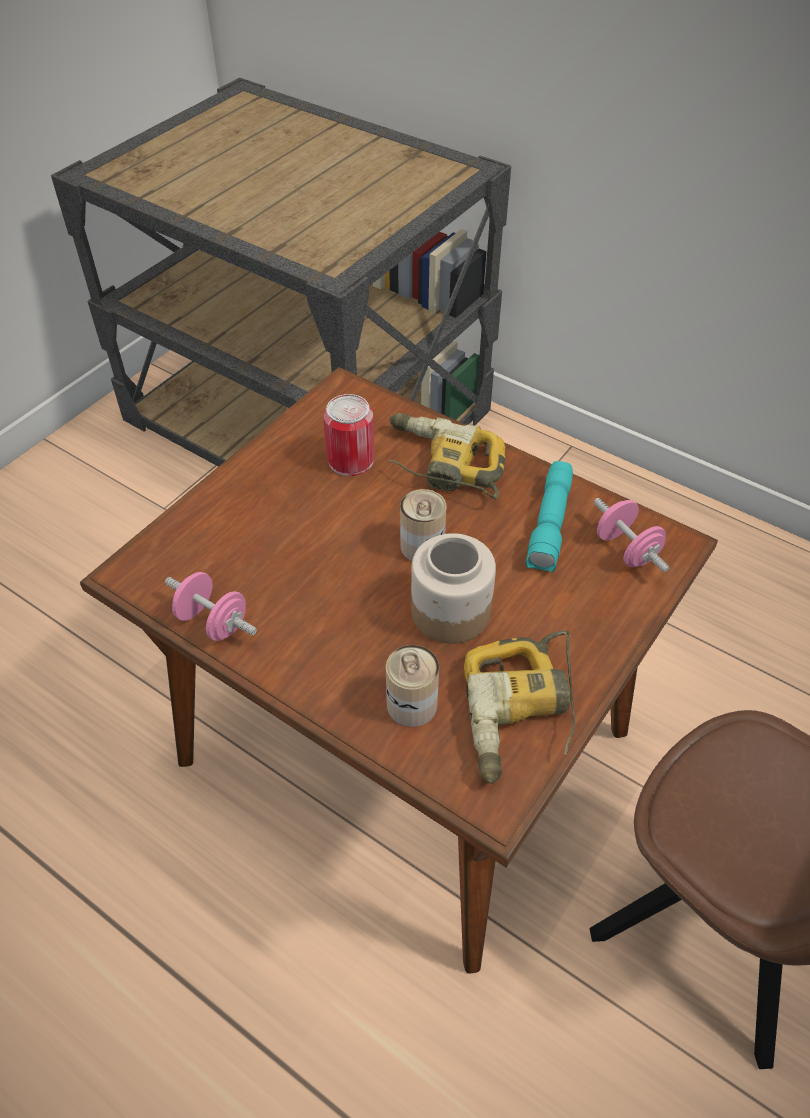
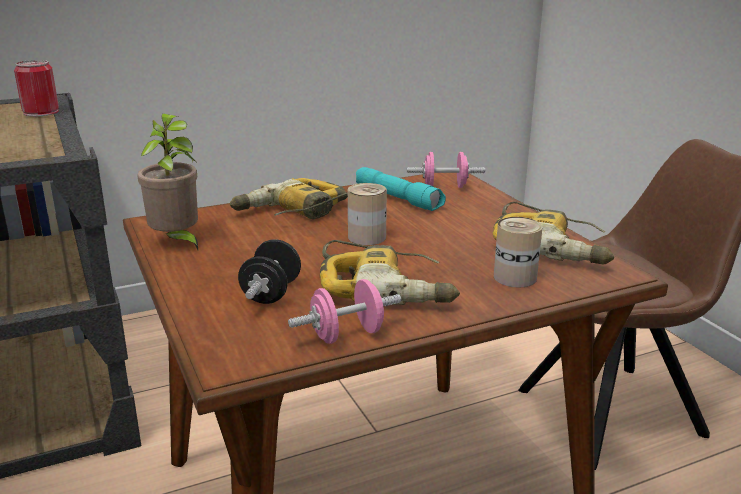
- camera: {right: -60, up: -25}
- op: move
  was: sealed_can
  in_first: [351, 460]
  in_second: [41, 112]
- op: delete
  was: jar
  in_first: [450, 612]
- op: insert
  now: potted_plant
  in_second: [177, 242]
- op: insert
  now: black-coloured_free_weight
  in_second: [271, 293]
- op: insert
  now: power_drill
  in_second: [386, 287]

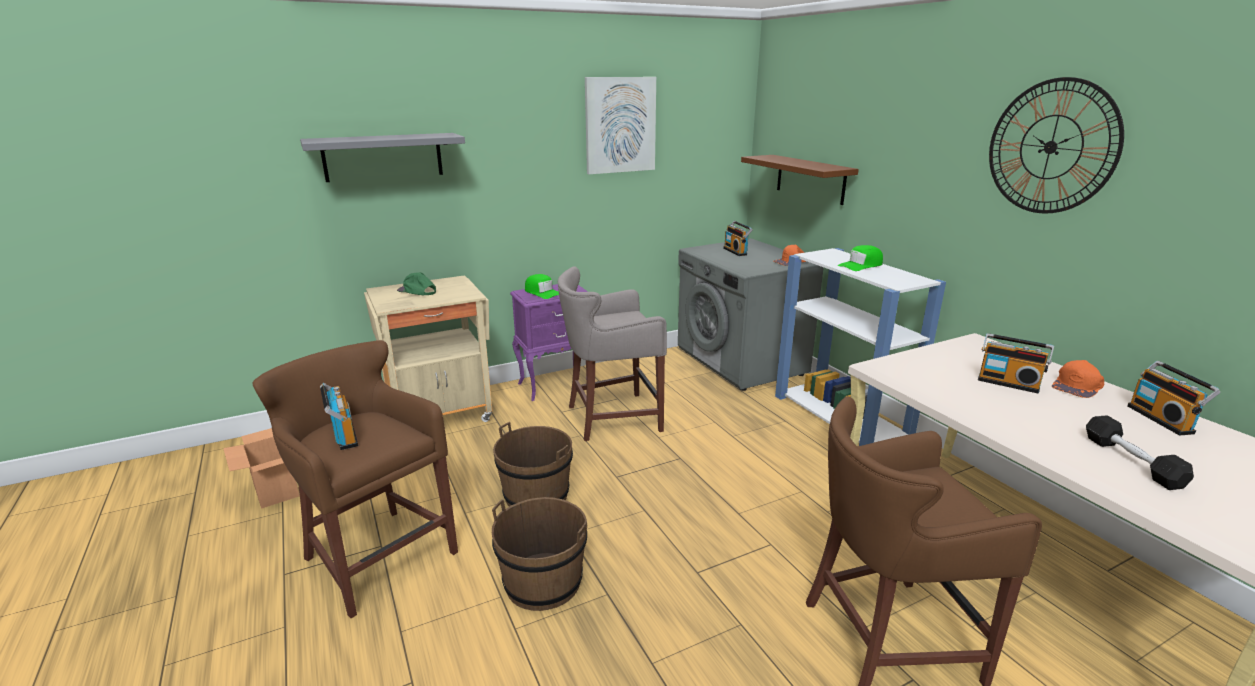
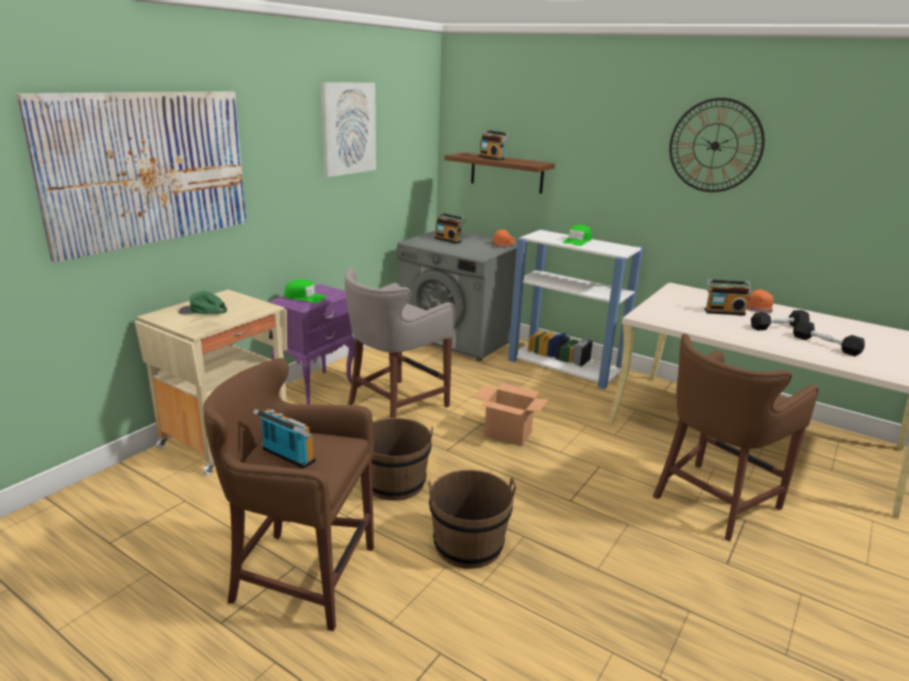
- camera: {right: -30, up: 0}
- op: replace
  was: greyish_shelf
  now: picture
  in_first: [383, 157]
  in_second: [148, 169]
- op: move
  was: radio_set
  in_first: [1162, 419]
  in_second: [492, 158]
- op: move
  was: carton
  in_first: [276, 490]
  in_second: [507, 434]
- op: insert
  now: black-coloured_free_weight
  in_second: [778, 327]

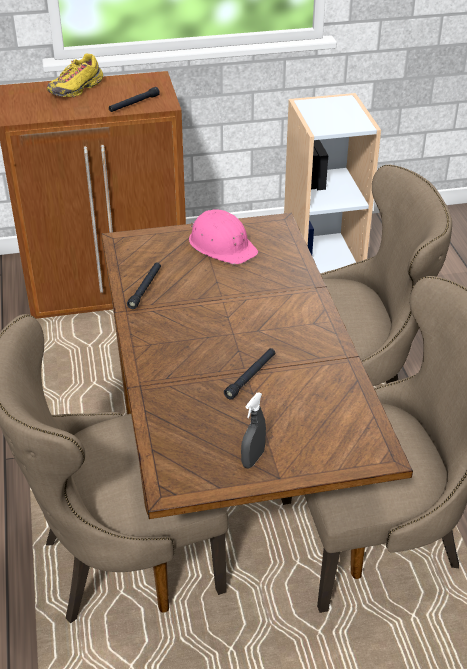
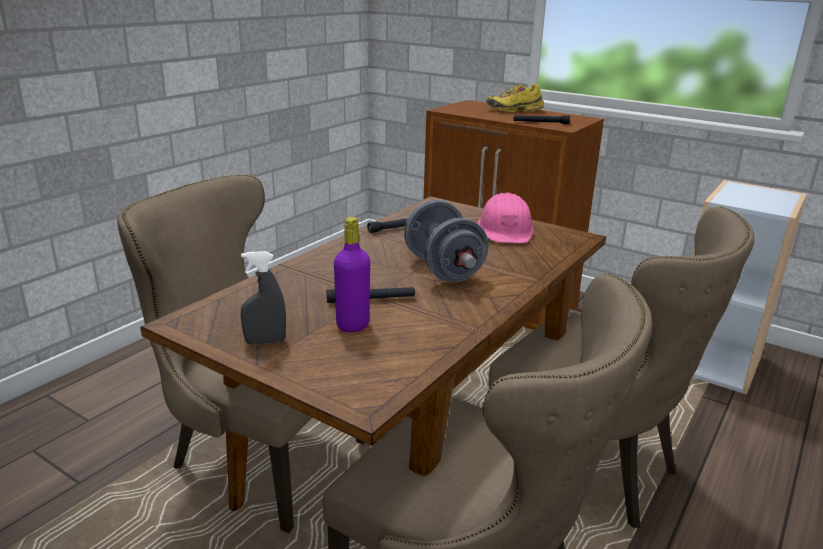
- camera: {right: 45, up: -15}
- op: insert
  now: greyish_free_weight
  in_second: [443, 269]
- op: insert
  now: purplish_drink_bottle
  in_second: [352, 325]

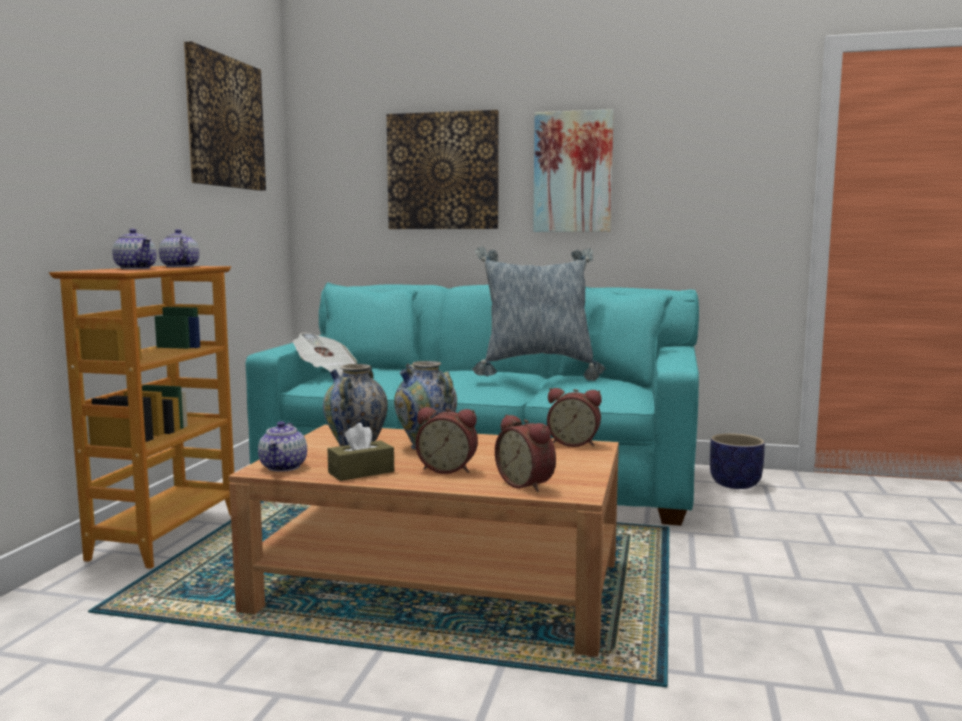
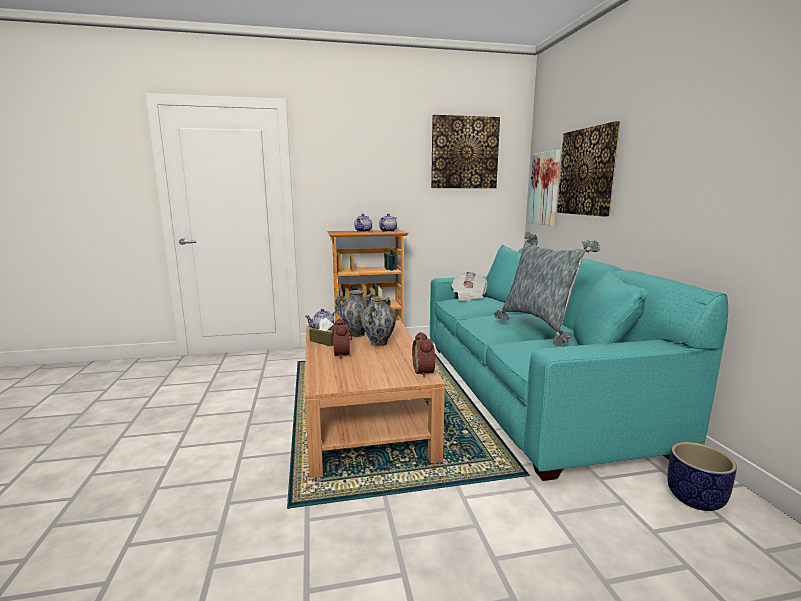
- camera: {right: 65, up: 5}
- op: move
  was: picture
  in_first: [573, 172]
  in_second: [545, 188]
- op: delete
  was: bedside_clock
  in_first: [527, 484]

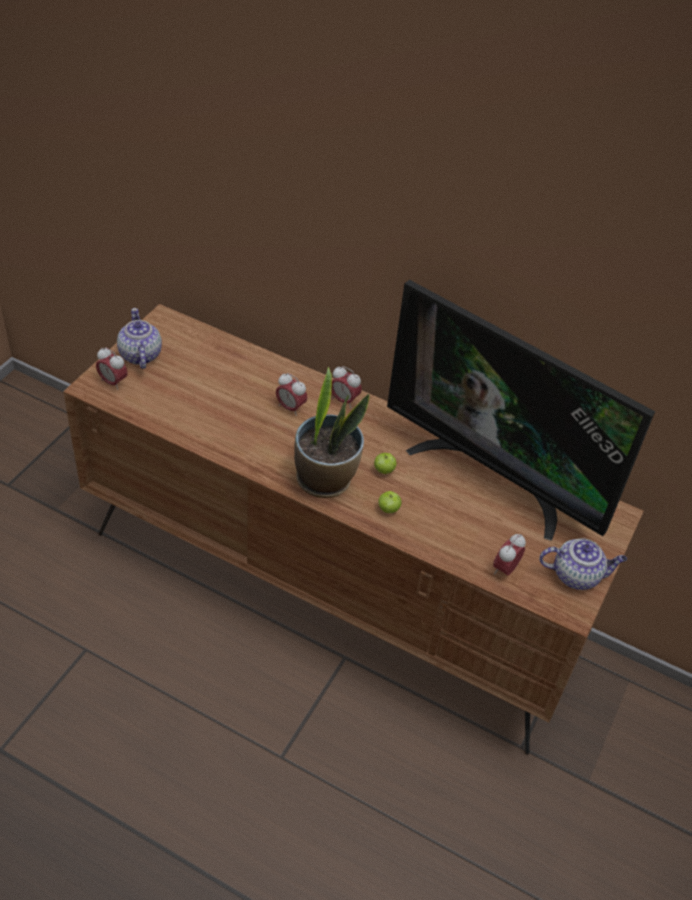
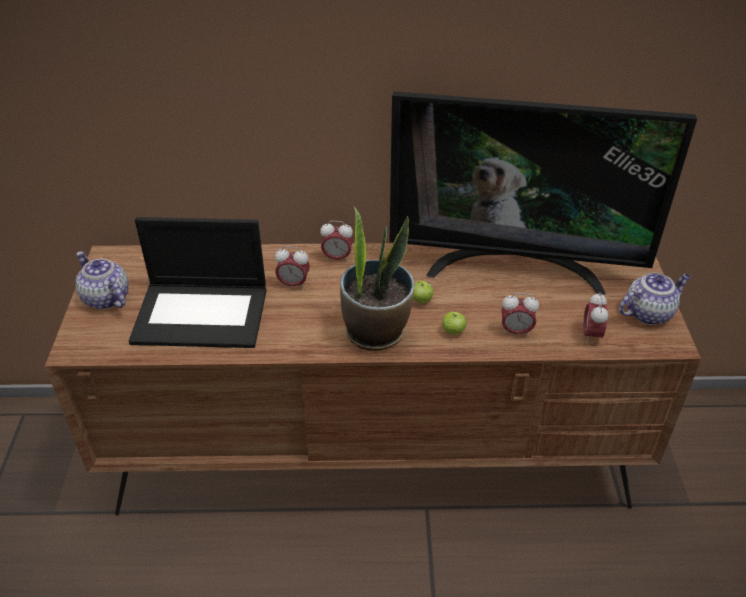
- camera: {right: -25, up: -5}
- op: move
  was: bedside_clock
  in_first: [113, 382]
  in_second: [516, 331]
- op: insert
  now: laptop
  in_second: [203, 314]

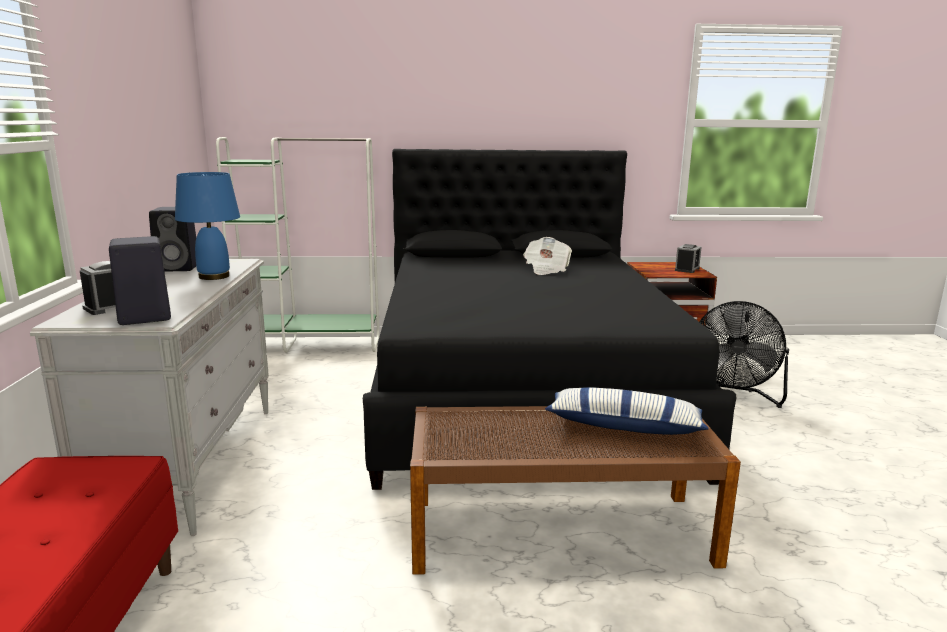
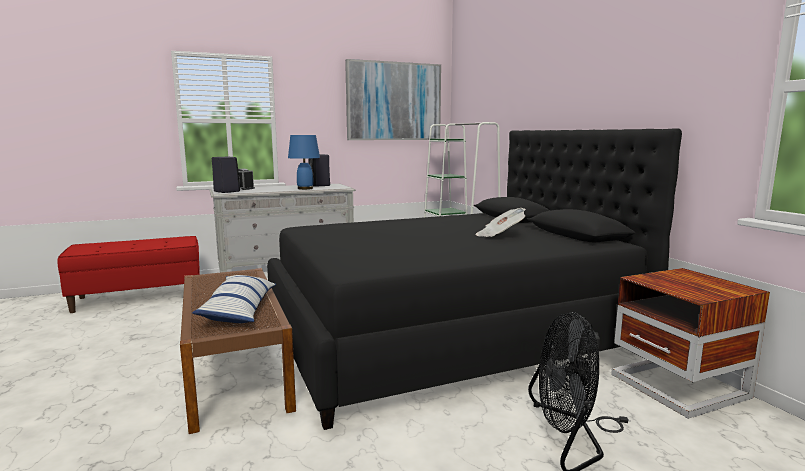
- camera: {right: 70, up: -5}
- op: delete
  was: bedside_clock
  in_first: [687, 269]
- op: insert
  now: picture
  in_second: [393, 101]

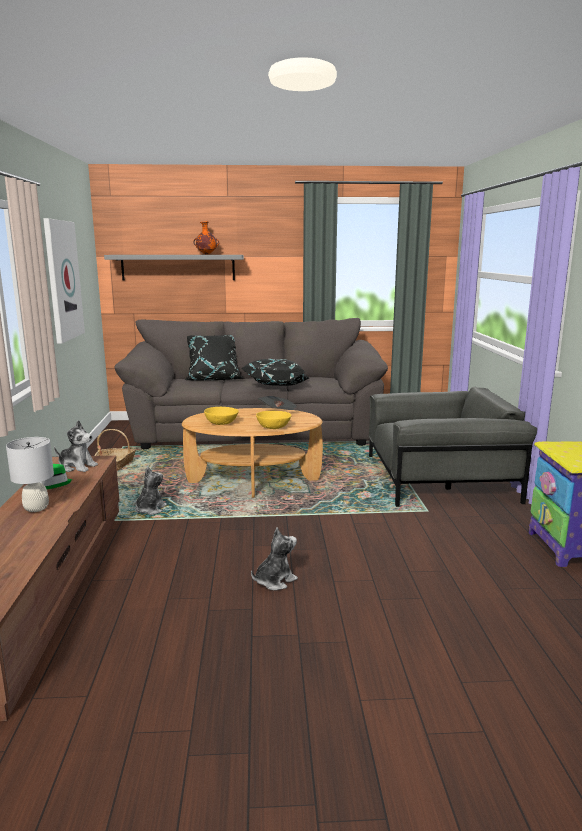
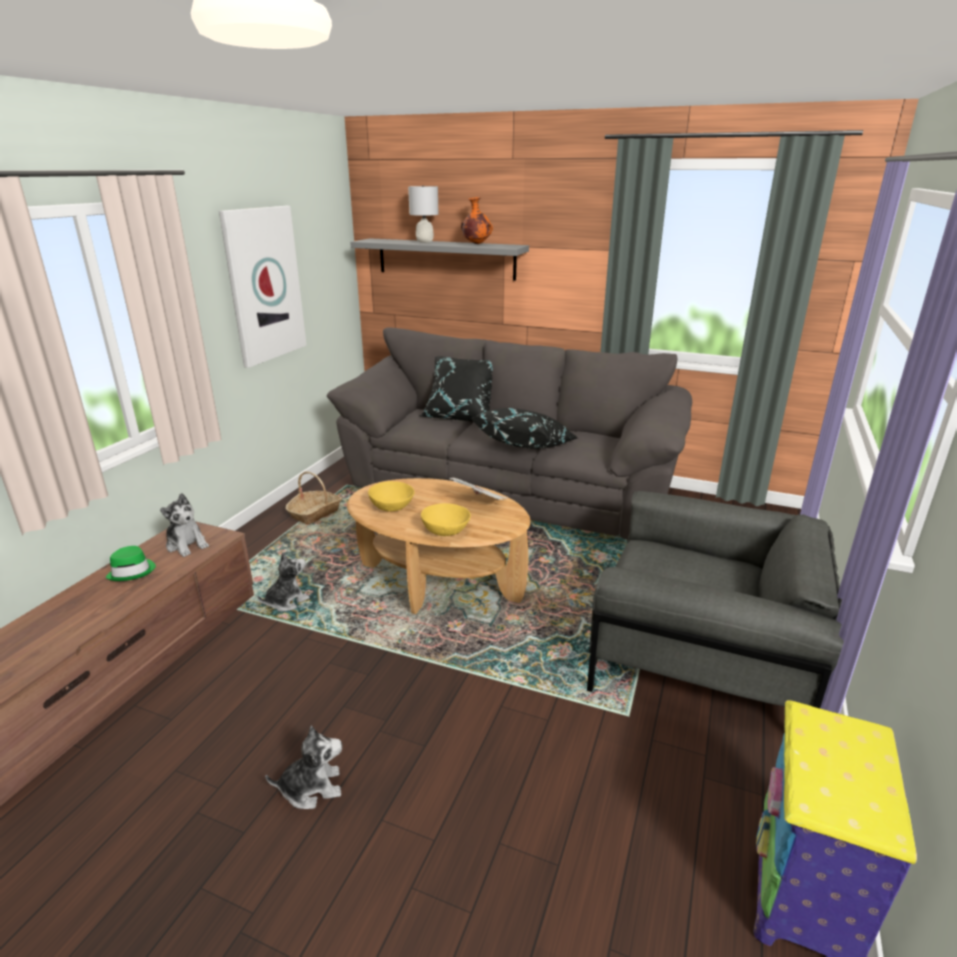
- camera: {right: 25, up: 10}
- op: move
  was: greyish_tabletop_lamp
  in_first: [35, 509]
  in_second: [424, 242]

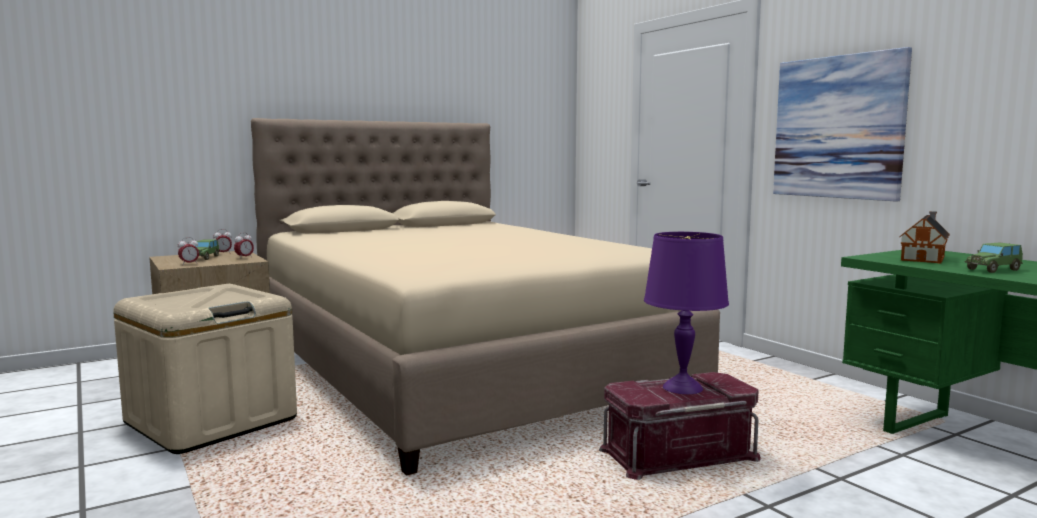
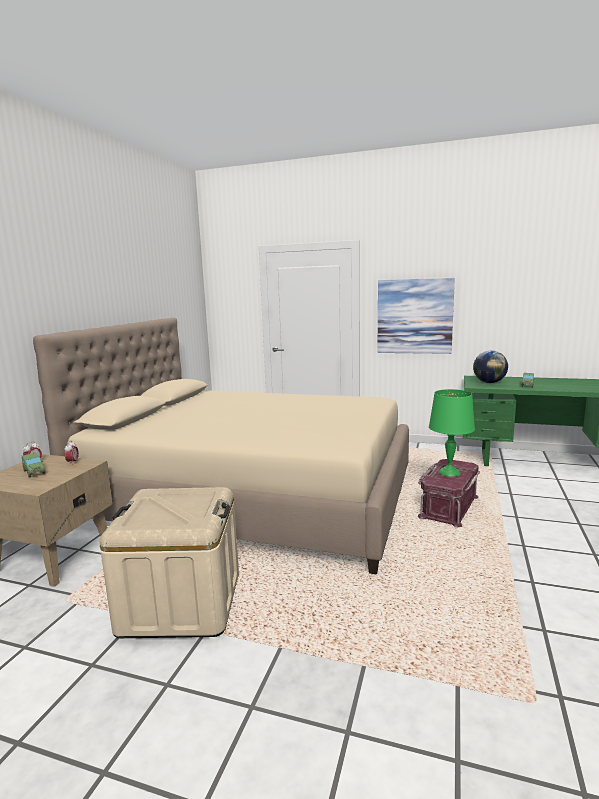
- camera: {right: -40, up: 5}
- op: replace
  was: model_house
  now: globe
  in_first: [923, 258]
  in_second: [489, 382]
- op: recolor
  was: purplish_tabletop_lamp
  now: green_tabletop_lamp
  in_first: [683, 387]
  in_second: [449, 472]
- op: delete
  was: bedside_clock
  in_first: [189, 264]

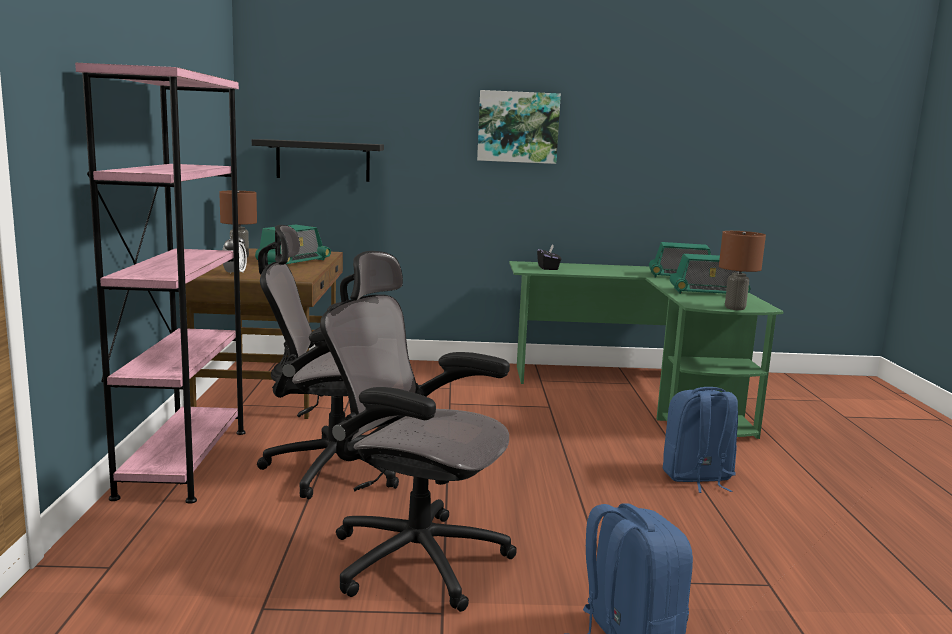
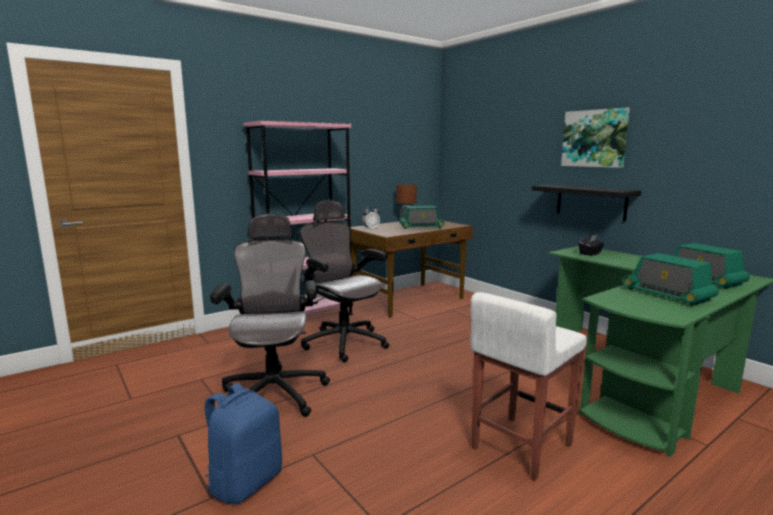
- camera: {right: 55, up: 0}
- op: move
  was: black-coloured_shelf
  in_first: [323, 160]
  in_second: [591, 202]
- op: delete
  was: brown_tabletop_lamp
  in_first: [734, 308]
- op: replace
  was: blue-coloured_rucksack
  now: white-coloured_stool
  in_first: [697, 478]
  in_second: [520, 447]

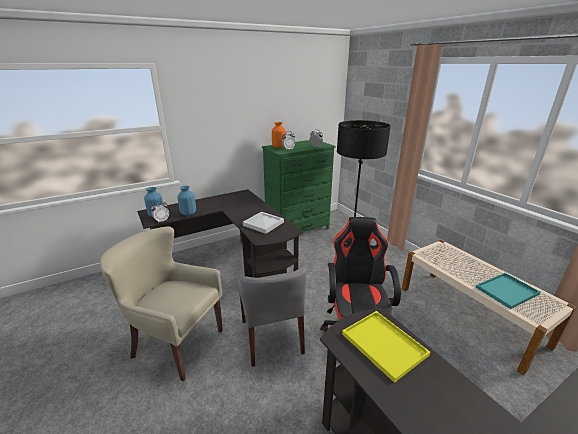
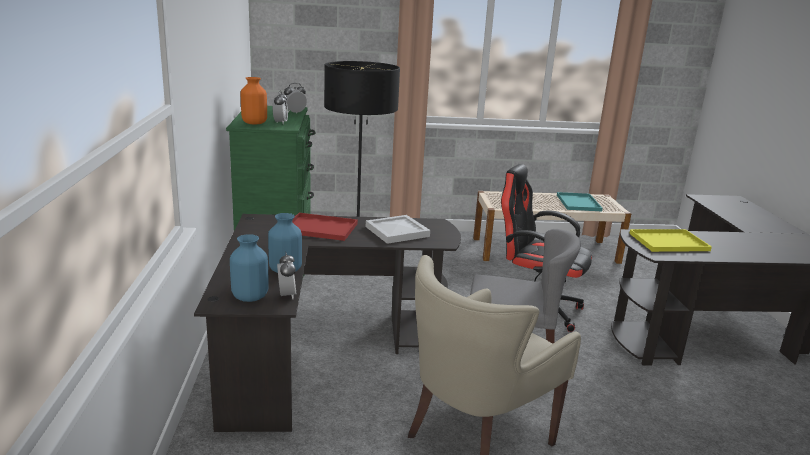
- camera: {right: -65, up: -5}
- op: insert
  now: red_carrying_tray
  in_second: [322, 228]

